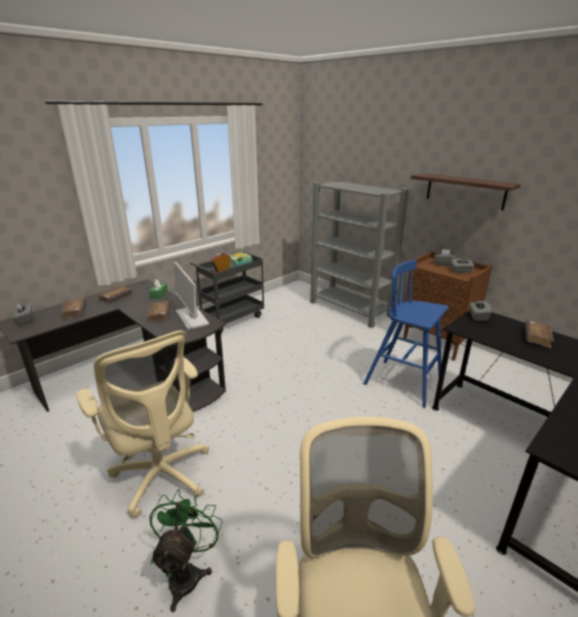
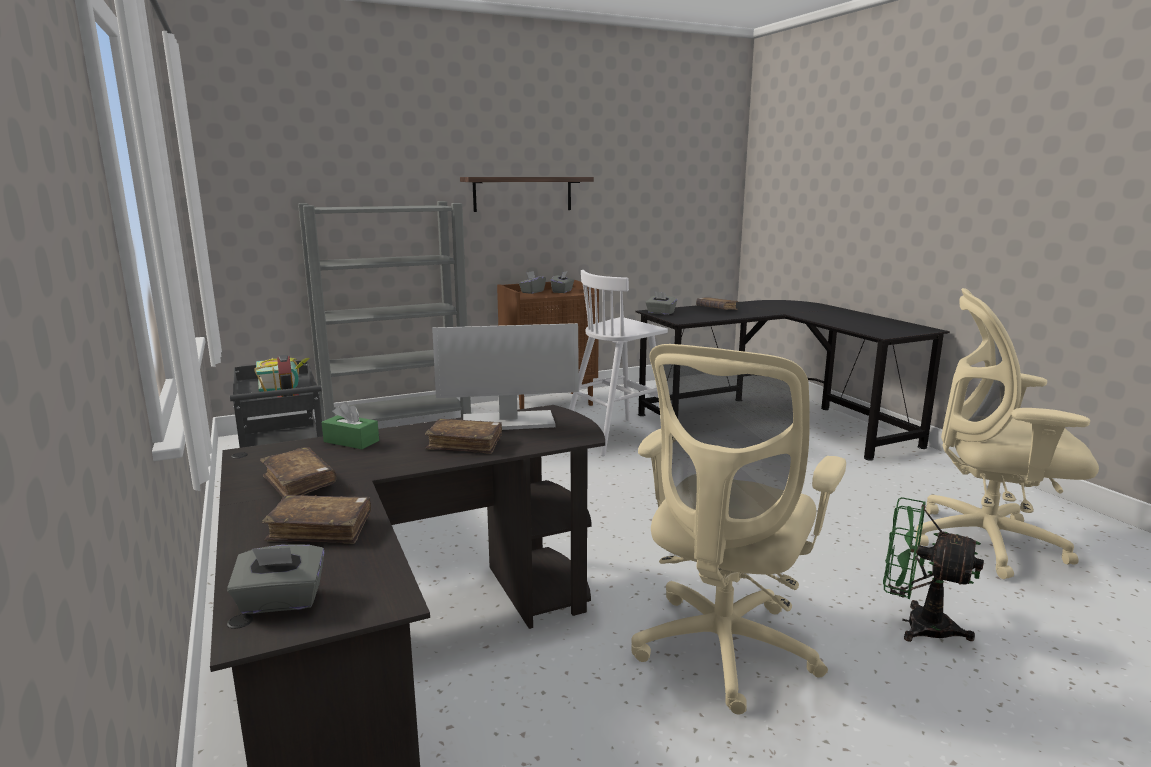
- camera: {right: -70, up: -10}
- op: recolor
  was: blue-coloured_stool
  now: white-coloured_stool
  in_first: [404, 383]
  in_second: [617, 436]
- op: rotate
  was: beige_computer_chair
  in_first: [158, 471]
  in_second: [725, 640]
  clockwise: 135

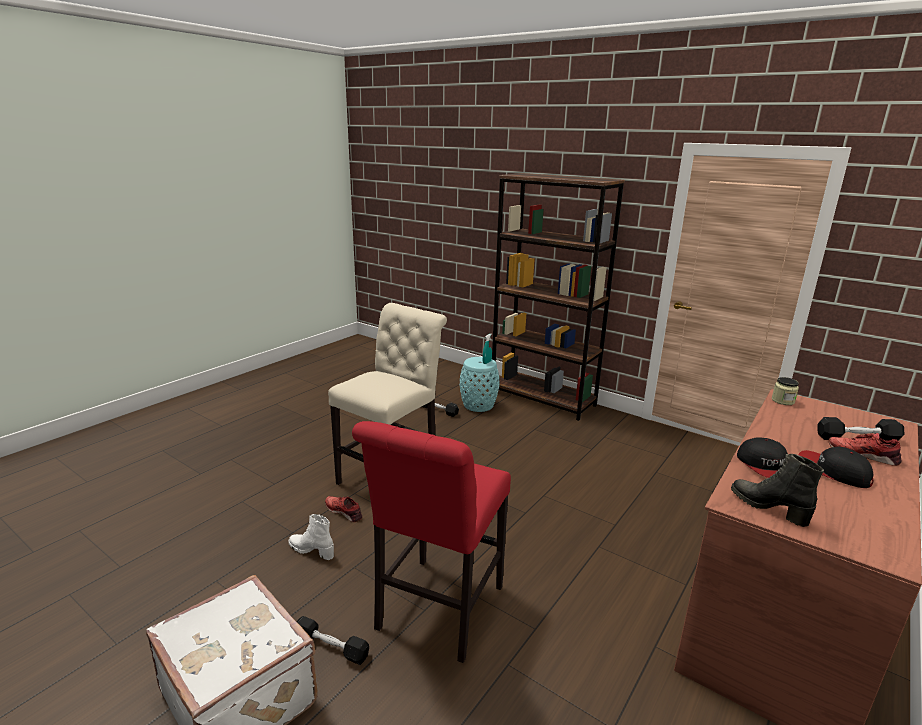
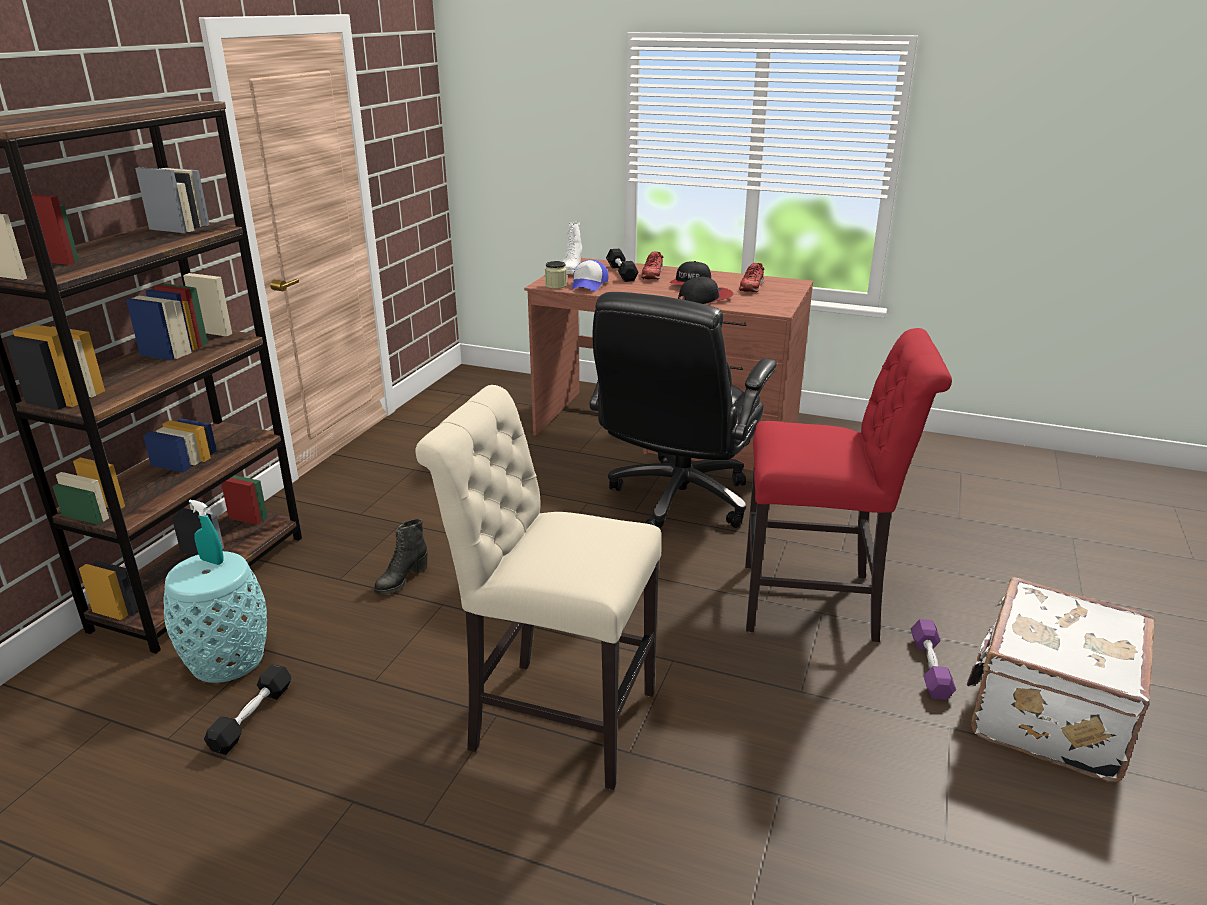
- camera: {right: -105, up: 5}
- op: move
  was: black-coloured_high-top_boot
  in_first: [769, 508]
  in_second: [401, 580]
- op: move
  was: red_shoe
  in_first: [344, 511]
  in_second: [751, 286]
- op: move
  was: white-coloured_high-top_boot
  in_first: [312, 550]
  in_second: [571, 270]
- op: recolor
  was: black-coloured_free_weight
  now: purplish_free_weight
  in_first: [331, 647]
  in_second: [930, 668]
- op: insert
  now: cap
  in_second: [589, 285]
- op: insert
  now: black-coloured_computer_chair
  in_second: [676, 501]

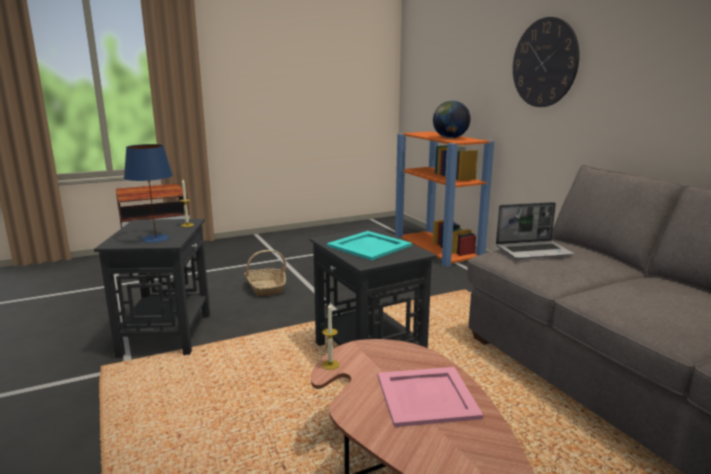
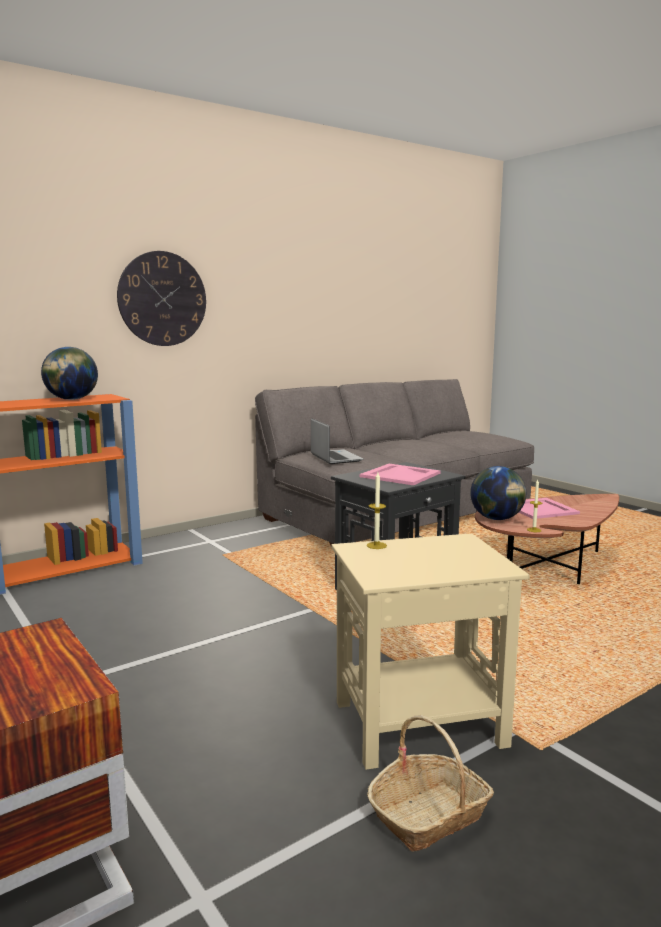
- camera: {right: -100, up: -5}
- op: delete
  was: blue-coloured_tabletop_lamp
  in_first: [155, 239]
- op: recolor
  was: black-coloured_side_table
  now: beige_side_table
  in_first: [167, 333]
  in_second: [417, 724]
- op: recolor
  was: blue-green_carrying_tray
  now: pinkish_carrying_tray
  in_first: [369, 246]
  in_second: [401, 475]
- op: move
  was: household_basket
  in_first: [266, 288]
  in_second: [429, 815]
- op: insert
  now: globe
  in_second: [497, 519]

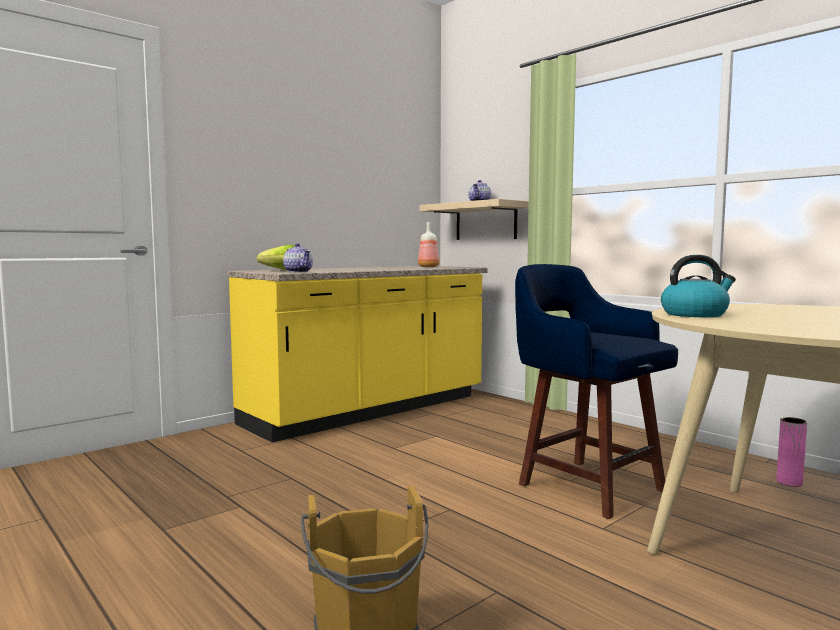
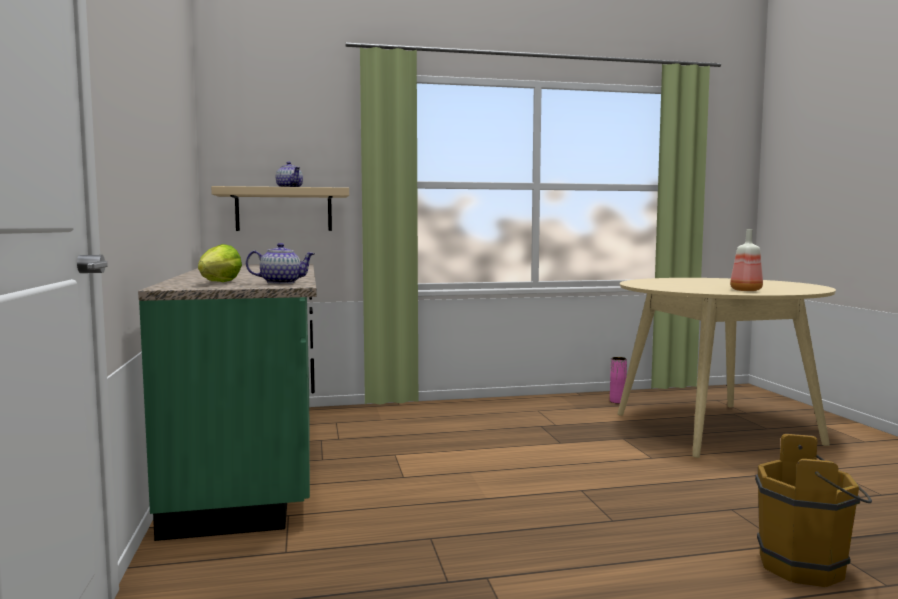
- camera: {right: -60, up: 0}
- op: move
  was: drink_bottle
  in_first: [428, 267]
  in_second: [745, 290]
- op: delete
  was: tea_kettle
  in_first: [695, 314]
- op: delete
  was: blue-coloured_stool
  in_first: [586, 485]
- op: recolor
  was: yellowish_counter
  now: green_counter
  in_first: [368, 410]
  in_second: [254, 461]

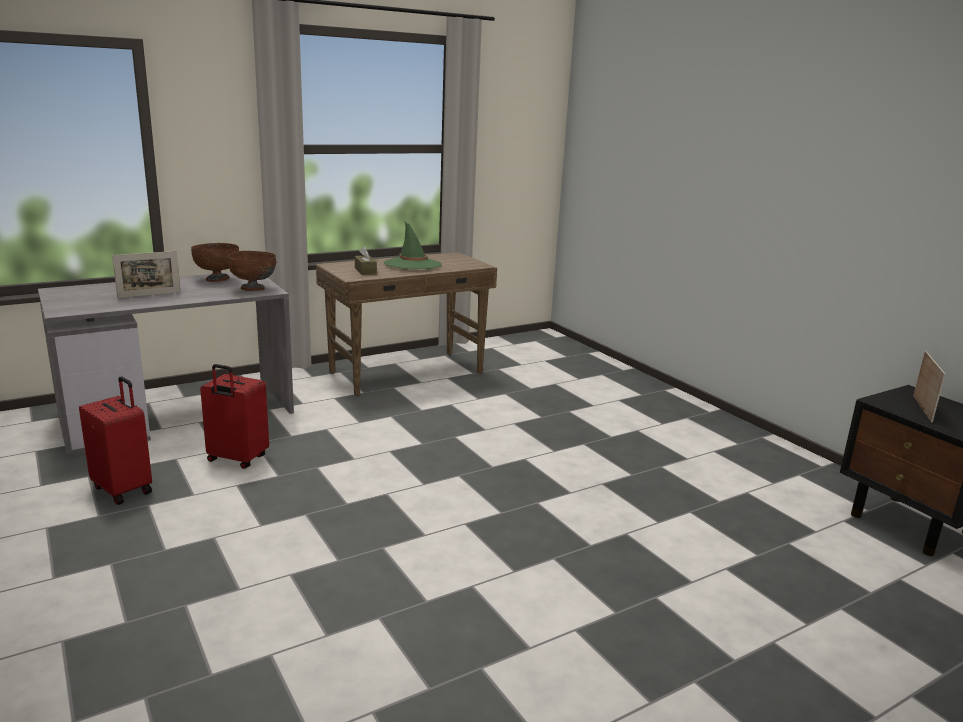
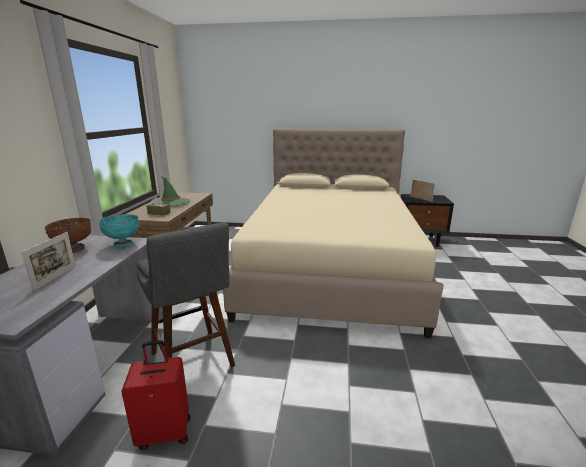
- camera: {right: -50, up: 0}
- op: recolor
  was: brown_serving_bowl
  now: blue-green_serving_bowl
  in_first: [253, 289]
  in_second: [124, 244]
- op: replace
  was: red_suitcase
  now: greyish_stool
  in_first: [237, 459]
  in_second: [193, 362]
- op: insert
  now: beige_sleeping_bed
  in_second: [330, 267]

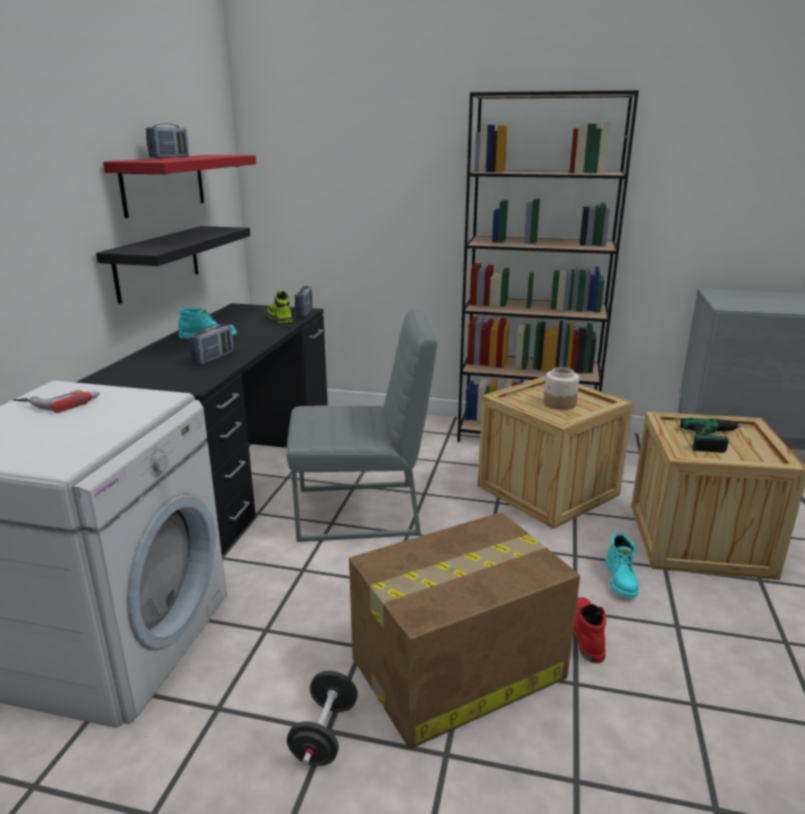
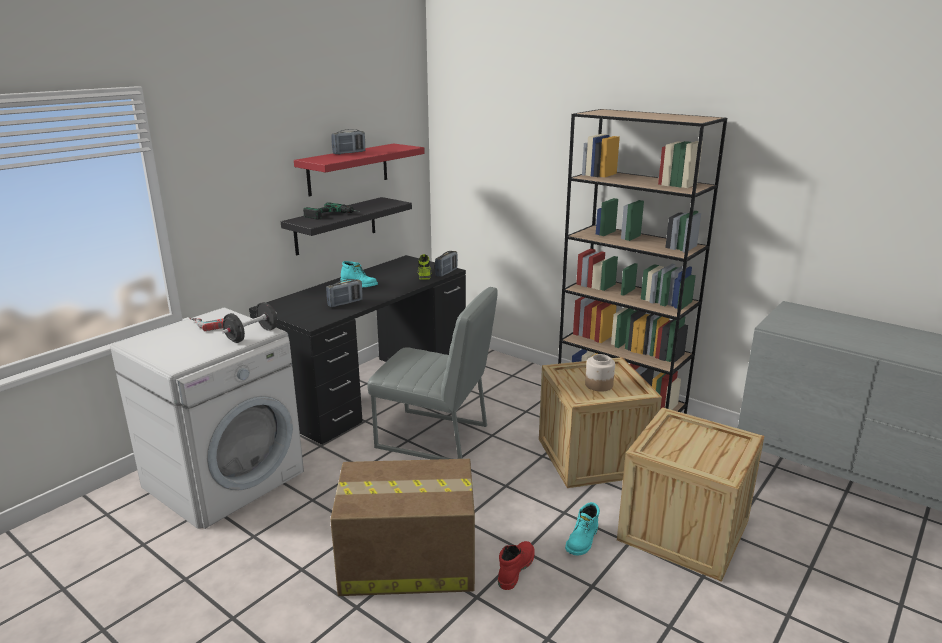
- camera: {right: 25, up: 0}
- op: move
  was: power_drill
  in_first: [720, 440]
  in_second: [333, 216]
- op: move
  was: black-coloured_free_weight
  in_first: [324, 735]
  in_second: [252, 335]

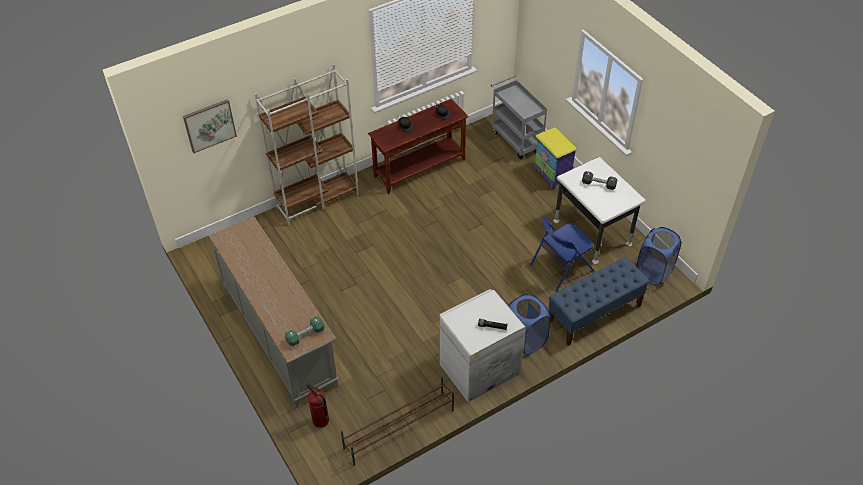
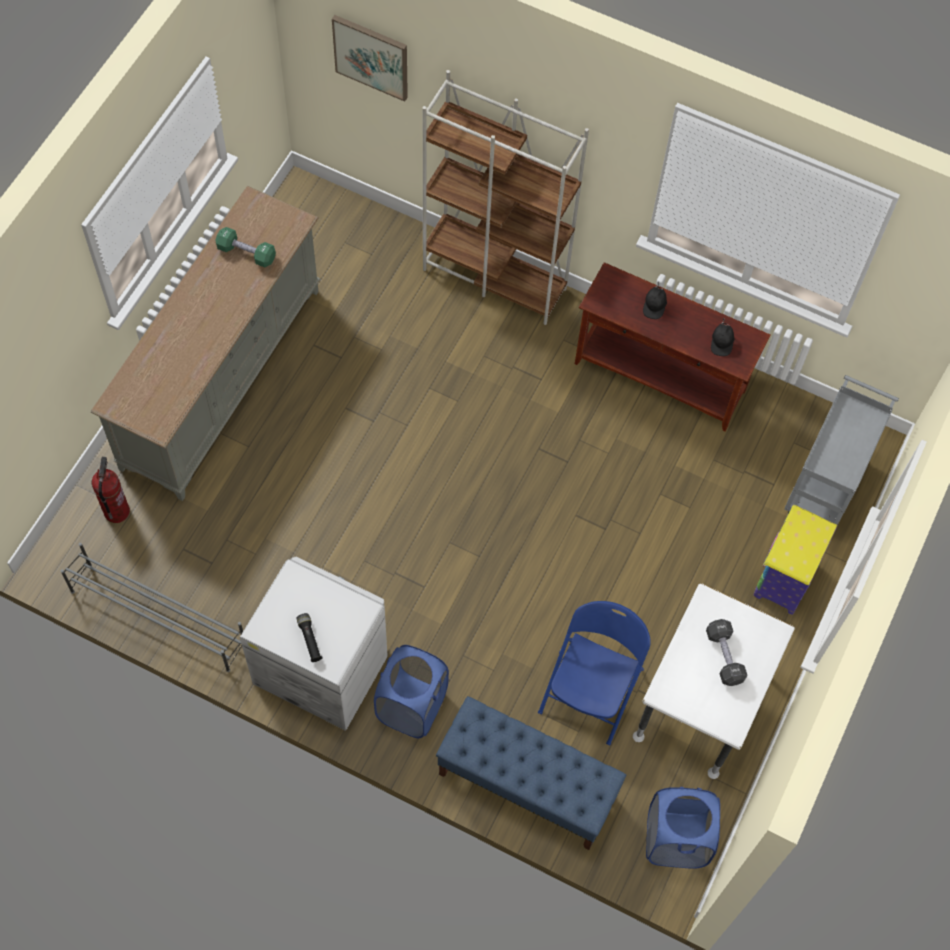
- camera: {right: 55, up: 15}
- op: rotate
  was: blue-coloured_upright_chair
  in_first: [561, 267]
  in_second: [591, 691]
  clockwise: 90
- op: move
  was: green_free_weight
  in_first: [305, 335]
  in_second: [246, 253]
- op: recolor
  was: brown_shoe_shelf
  now: greyish_shoe_shelf
  in_first: [398, 429]
  in_second: [157, 616]

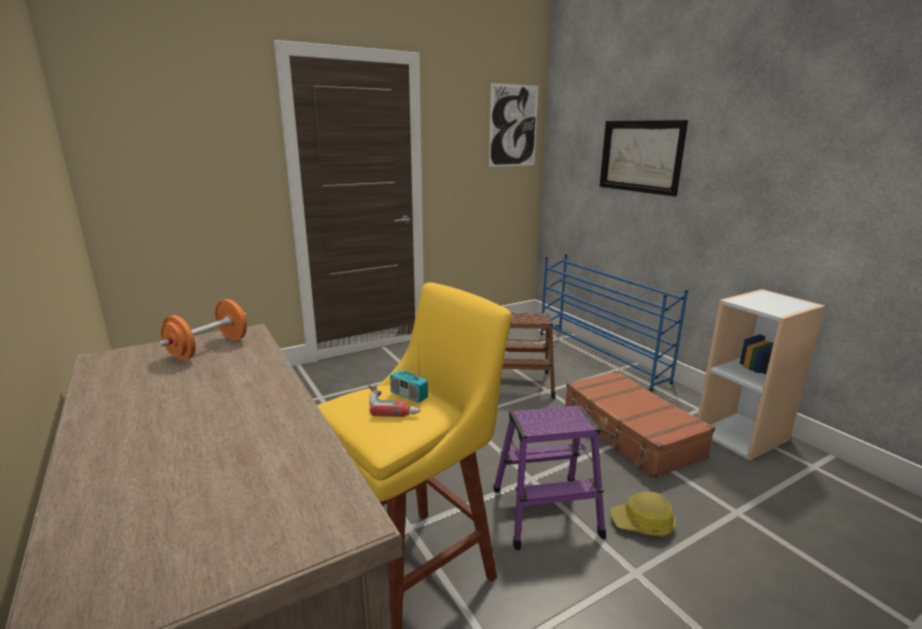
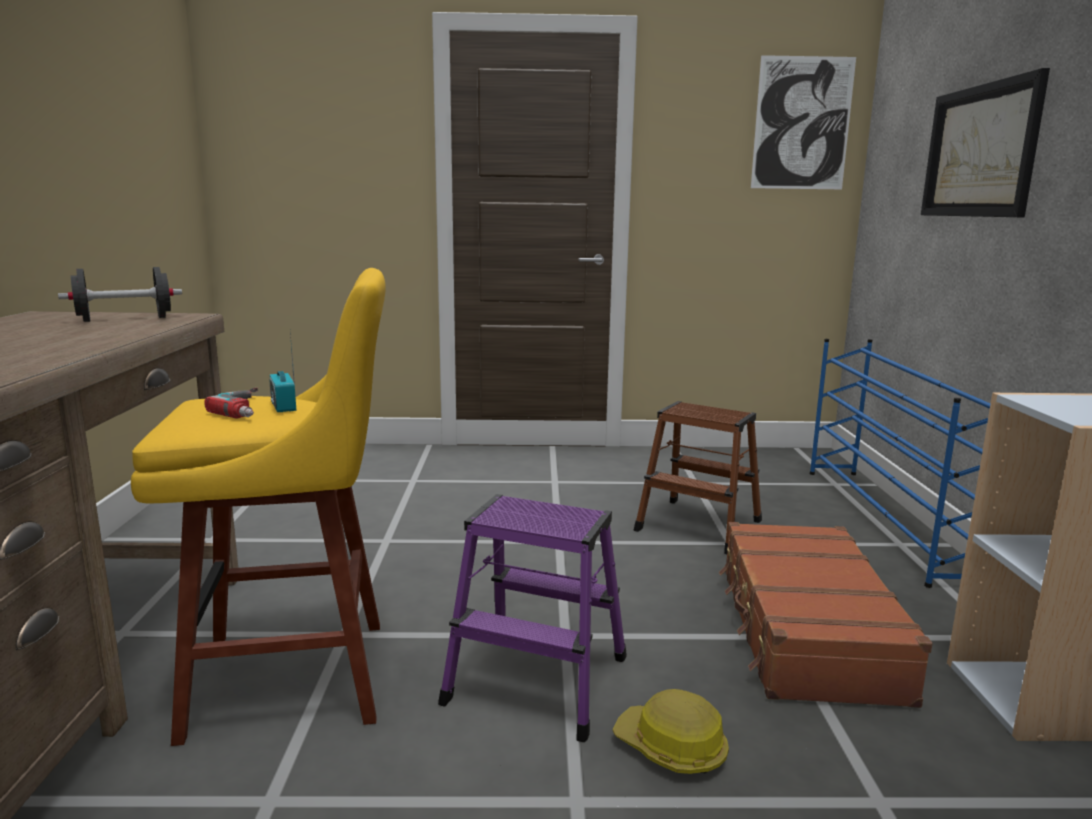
- camera: {right: 30, up: -5}
- op: recolor
  was: orange_free_weight
  now: black-coloured_free_weight
  in_first: [209, 348]
  in_second: [125, 319]

